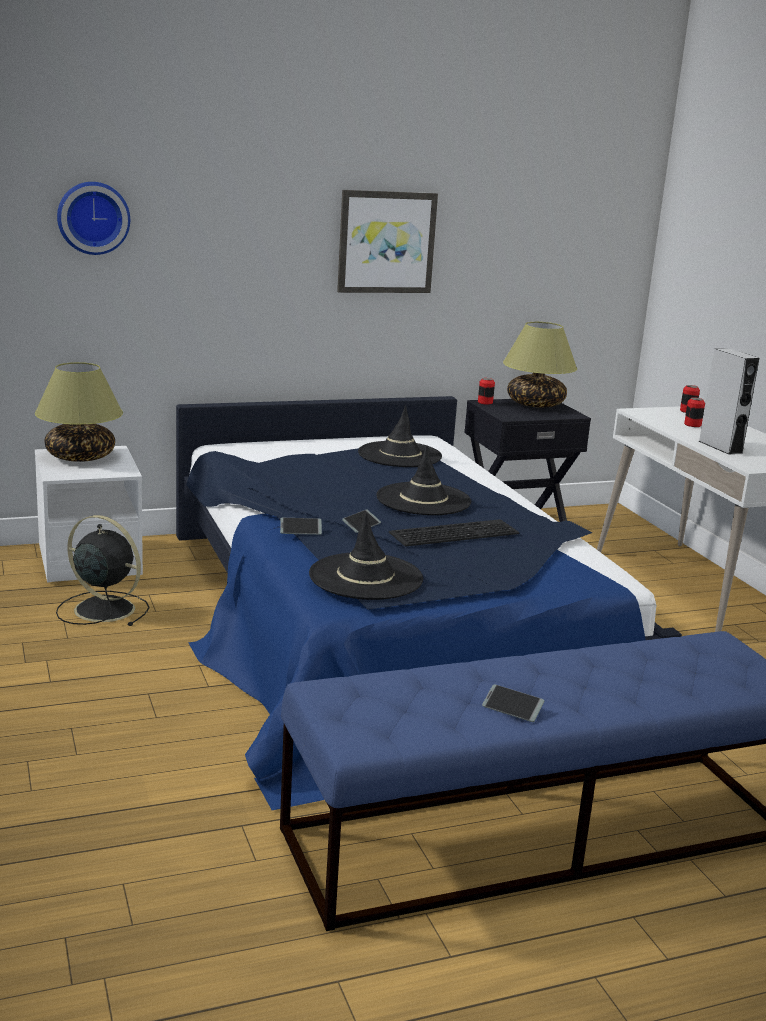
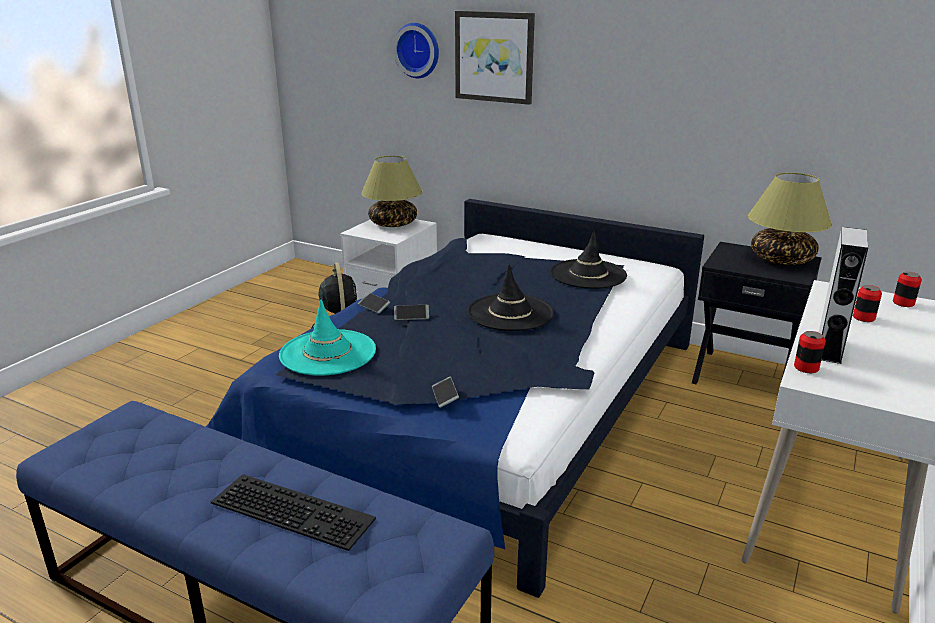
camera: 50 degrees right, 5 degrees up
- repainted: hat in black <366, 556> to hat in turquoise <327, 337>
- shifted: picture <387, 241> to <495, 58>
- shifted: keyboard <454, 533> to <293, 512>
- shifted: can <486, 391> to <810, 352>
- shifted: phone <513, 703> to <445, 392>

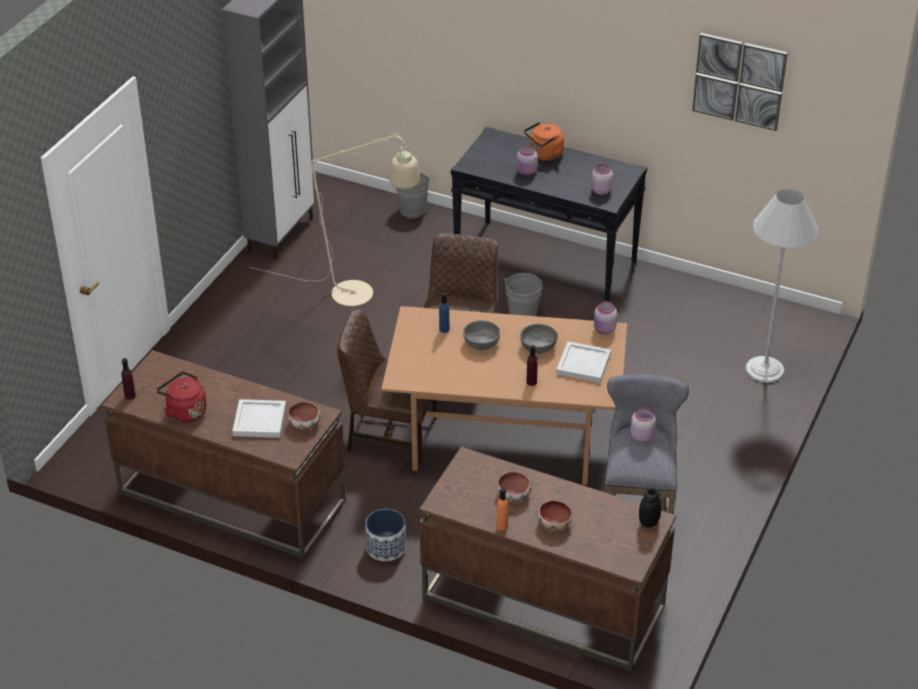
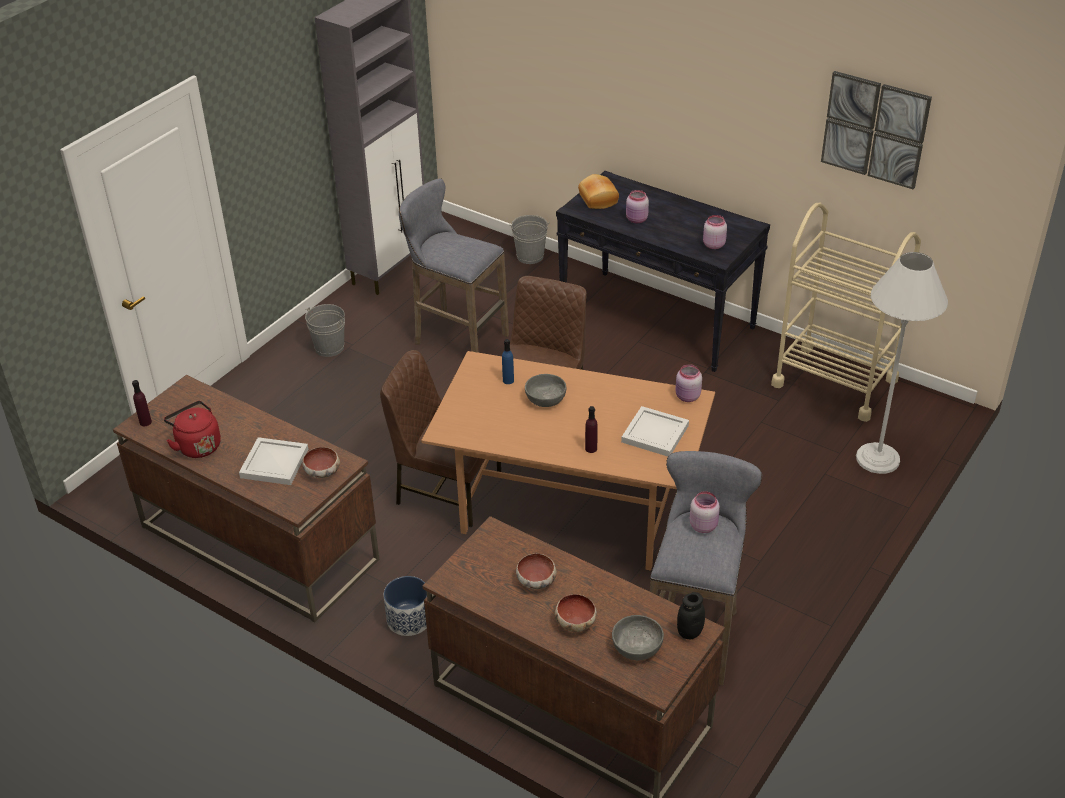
camera: 10 degrees right, 0 degrees up
- swapped: floor lamp in beige <335, 219> to stool in grey <454, 265>
- gone: bottle in orange <502, 509>
- shifted: bucket in grey <523, 294> to <325, 330>
- shifted: bowl in grey <538, 339> to <638, 637>
- gone: kettle in orange <544, 141>
- new: bread <598, 191>
- new: cart in beige <846, 312>

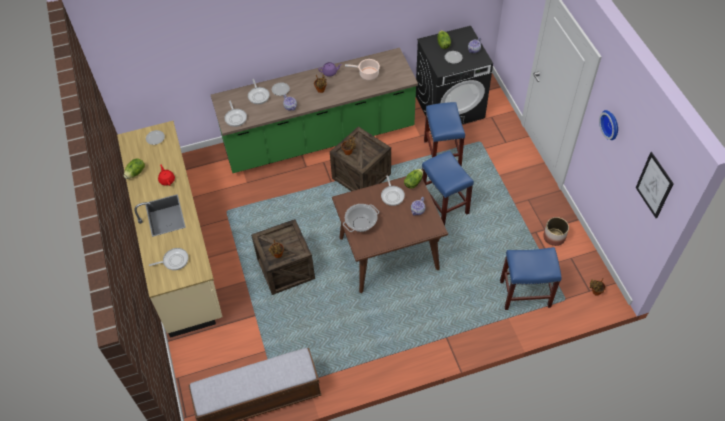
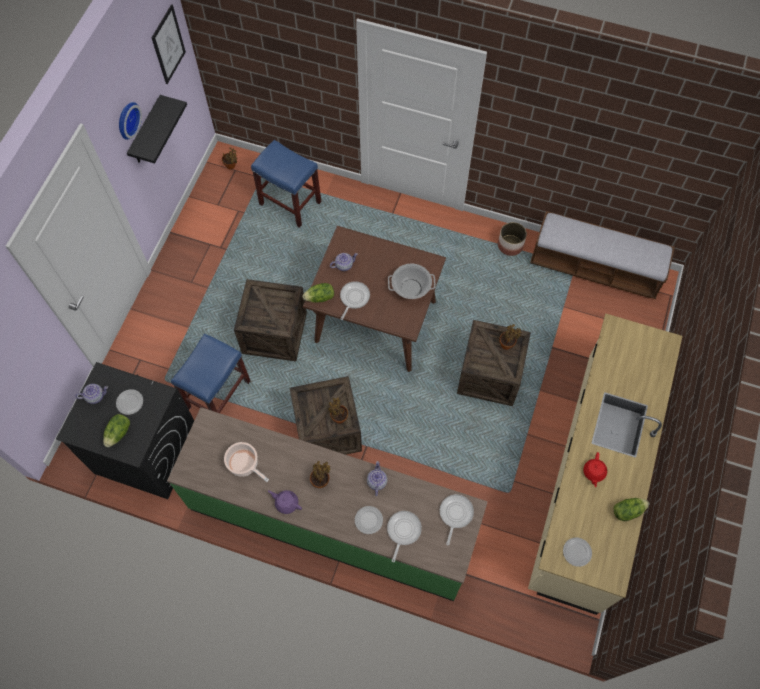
camera: 145 degrees left, 10 degrees up
- gone: frying pan <168, 259>
- swapped: stool in blue <448, 188> to crate <270, 320>
- shifted: planter <556, 231> to <512, 239>
- new: shelf in black <157, 129>

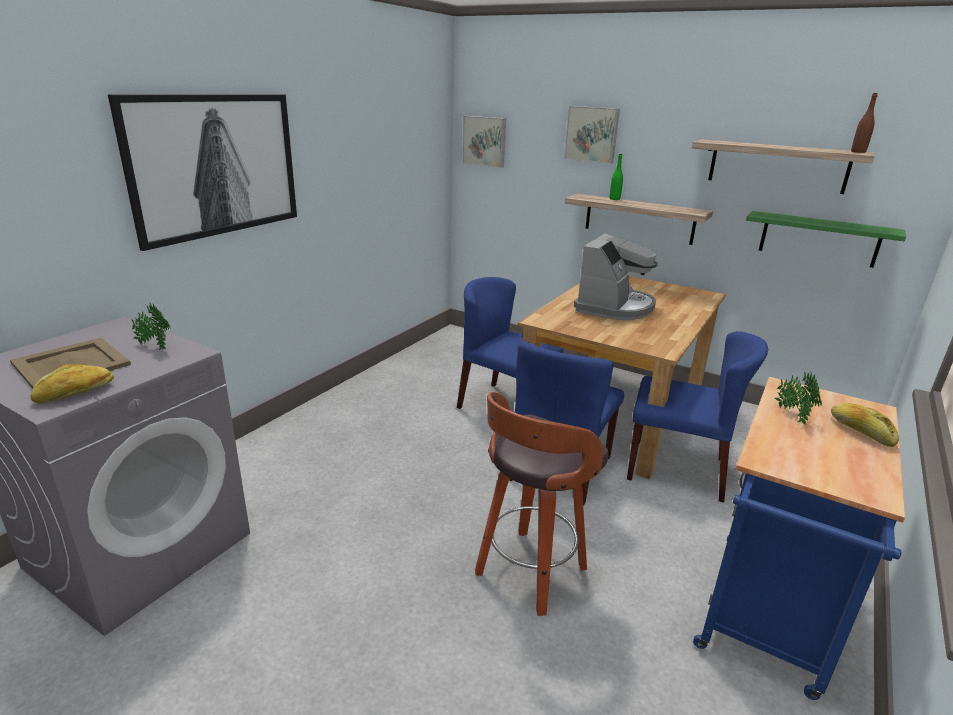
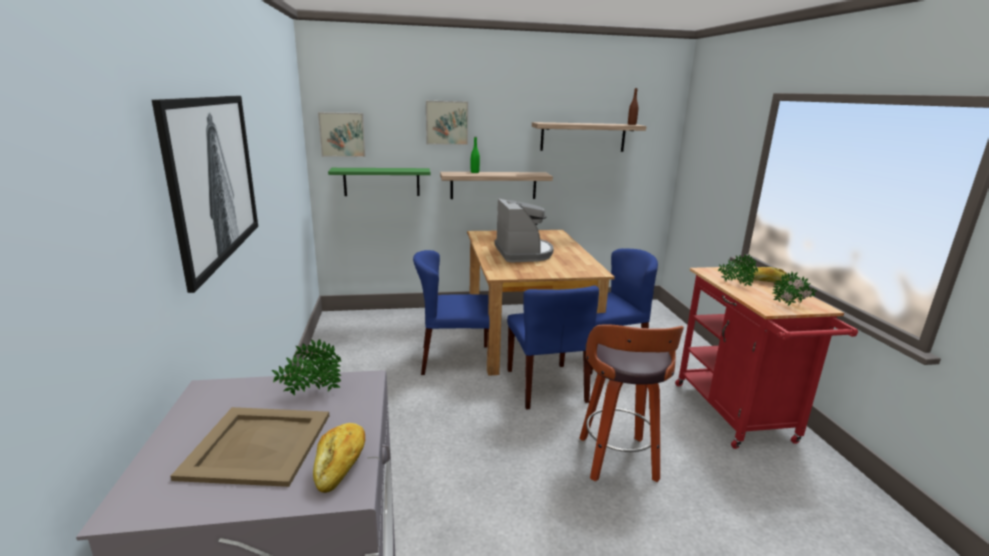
camera: 40 degrees left, 5 degrees down
- repainted: cart in blue <799, 538> to cart in red <766, 357>
- shifted: shelf in green <826, 239> to <379, 182>
- new: potted plant <794, 289>

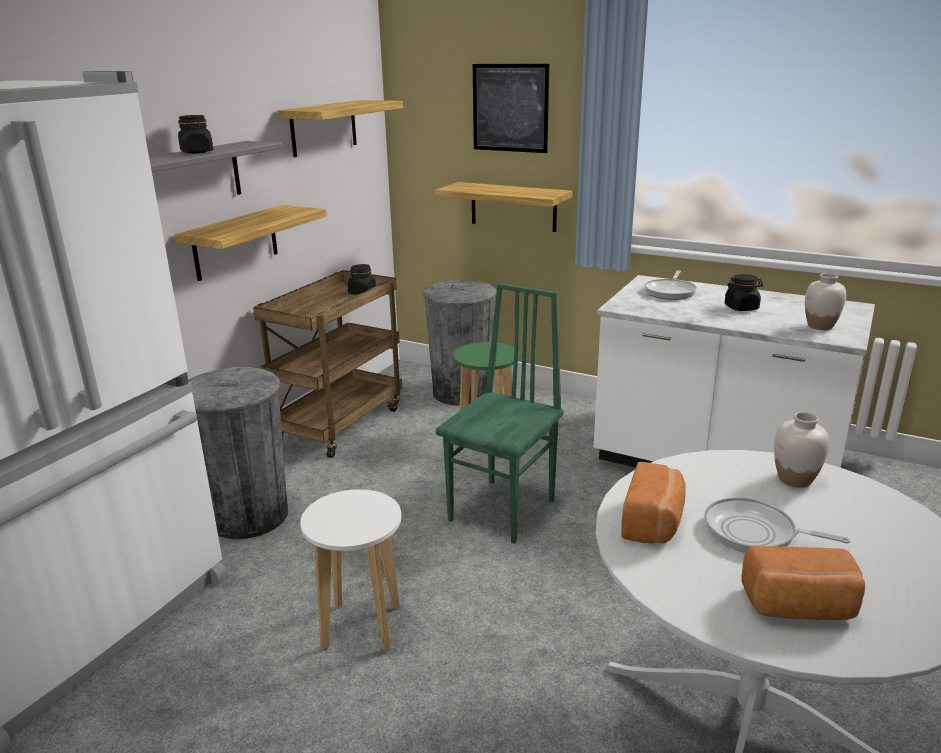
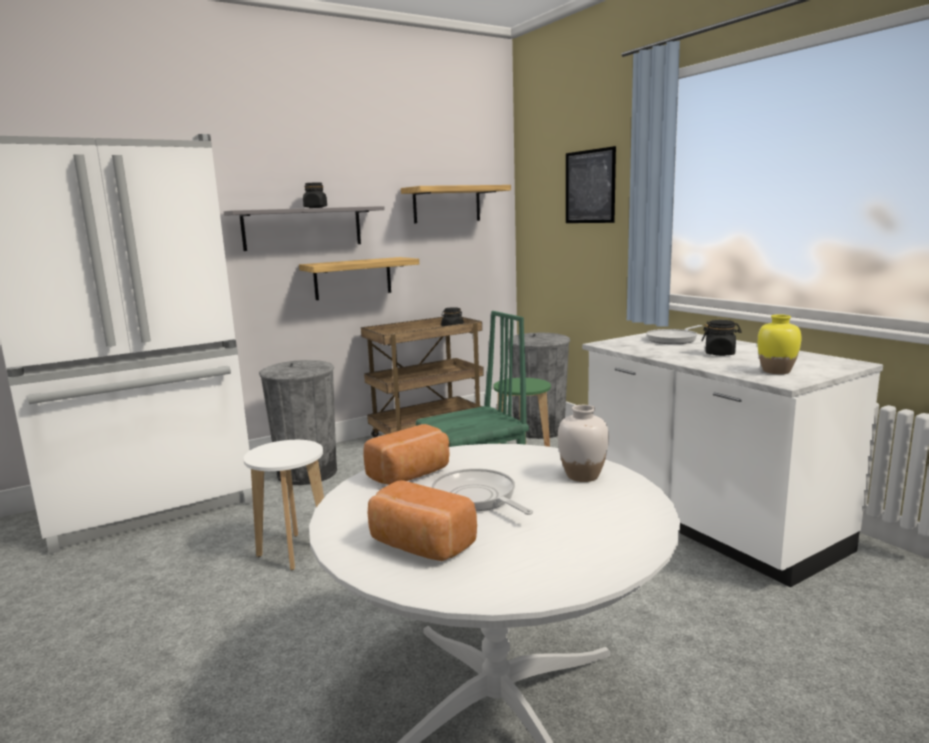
camera: 30 degrees right, 10 degrees down
- gone: shelf <503, 207>
- repainted: vase in white <825, 301> to vase in yellow <779, 344>

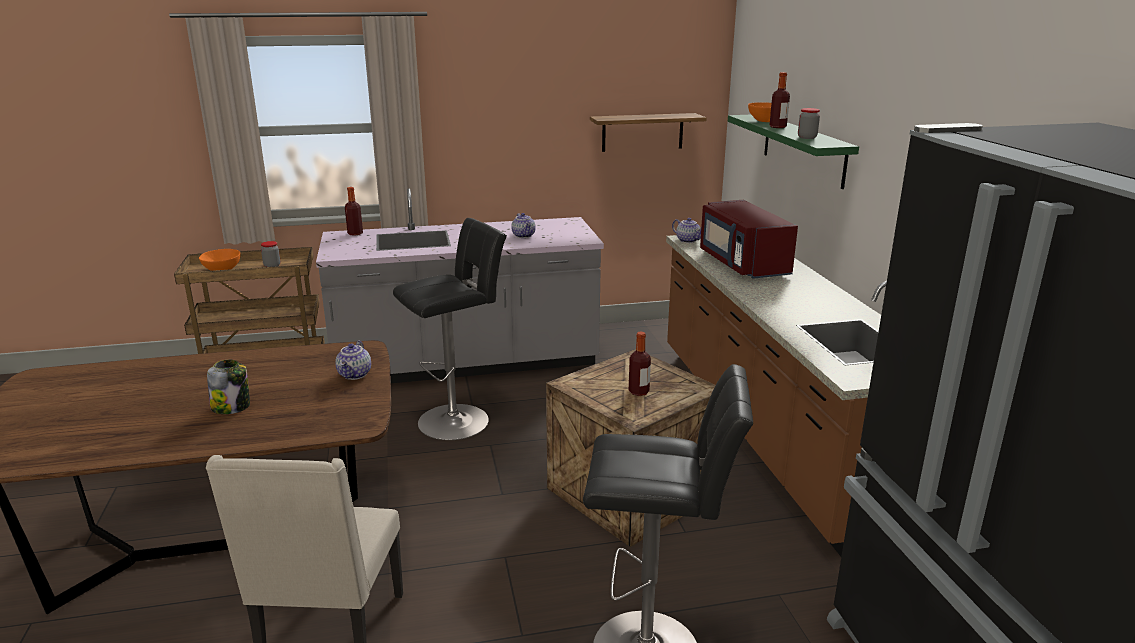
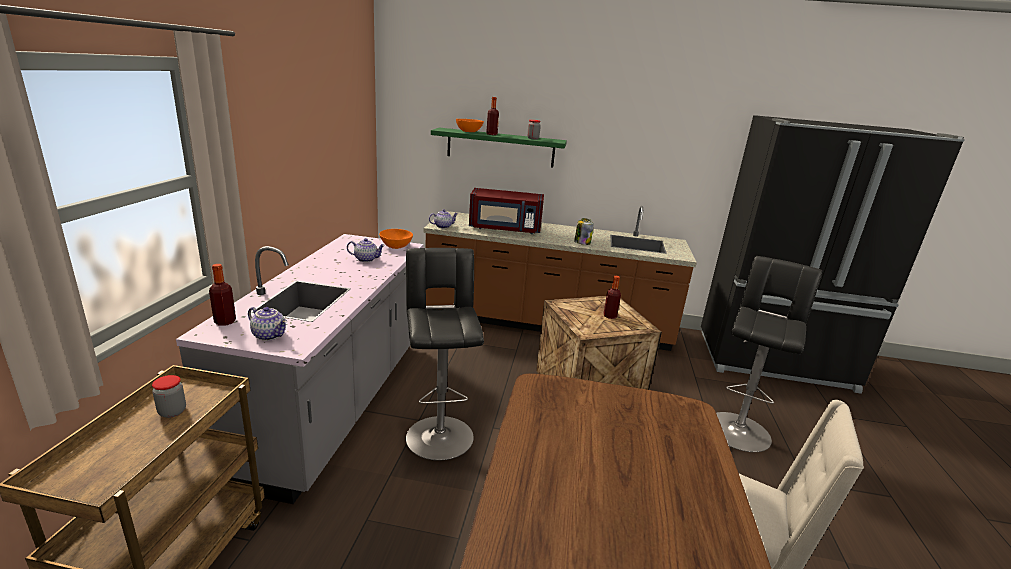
camera: 70 degrees left, 0 degrees up
- shifted: bowl in orange <220, 260> to <396, 239>
- shifted: jar <228, 387> to <584, 231>
- shifted: teapot <353, 360> to <267, 324>
- gone: shelf <648, 132>

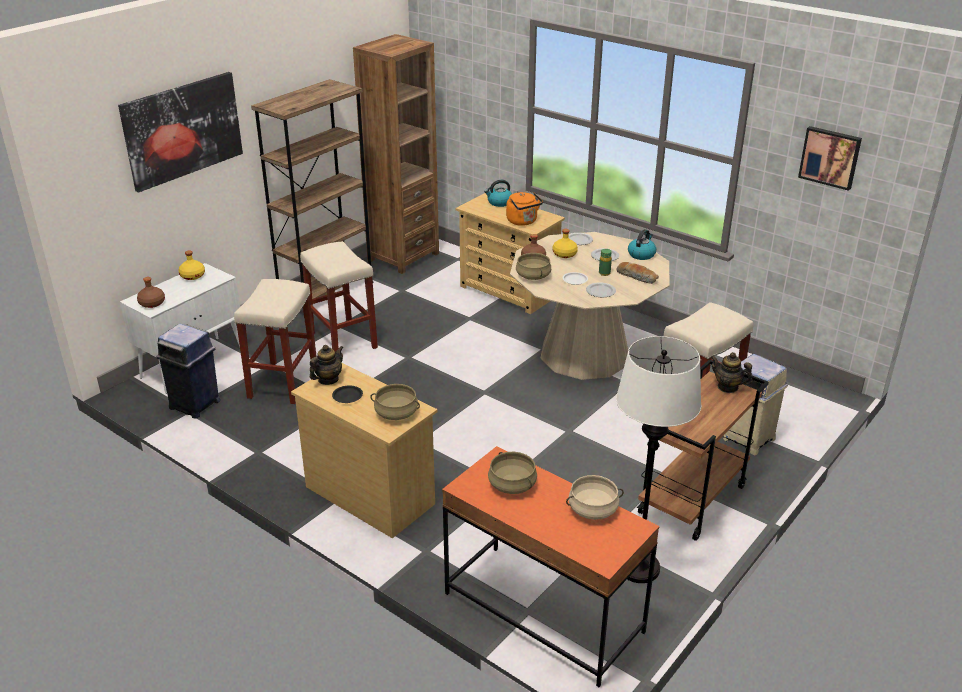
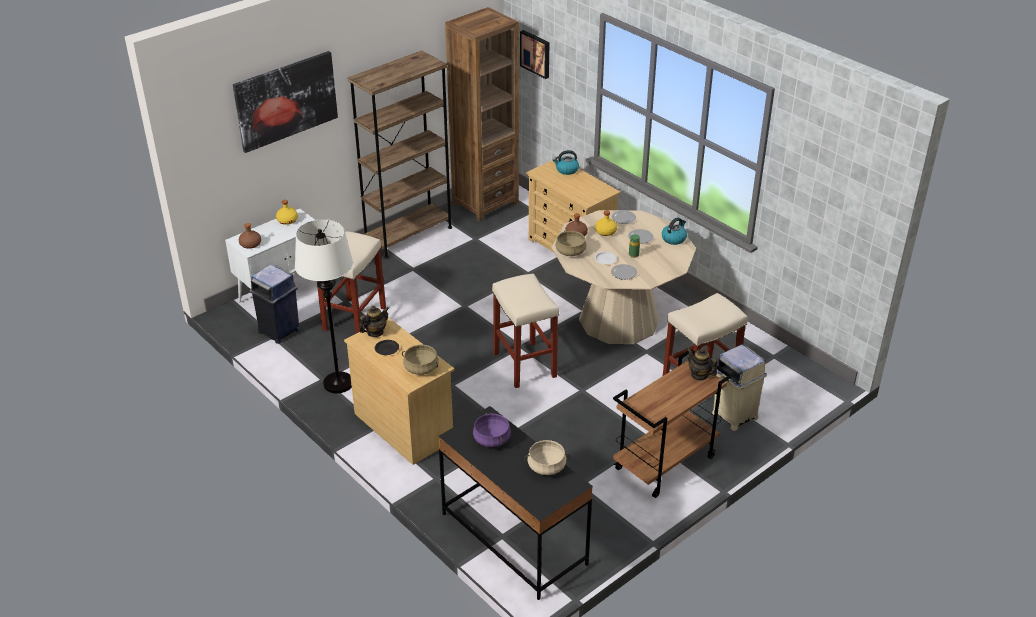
camera: 10 degrees right, 5 degrees up
- shifted: stool in beige <339, 296> to <525, 331>
- repainted: desk in orange <551, 566> to desk in black <515, 503>
- repainted: cooking pot in beige <512, 473> to cooking pot in purple <492, 430>
- gone: kettle in orange <524, 209>
- shifted: floor lamp in white <659, 459> to <324, 306>
- gone: bread <638, 273>
- shifted: picture <830, 158> to <535, 54>

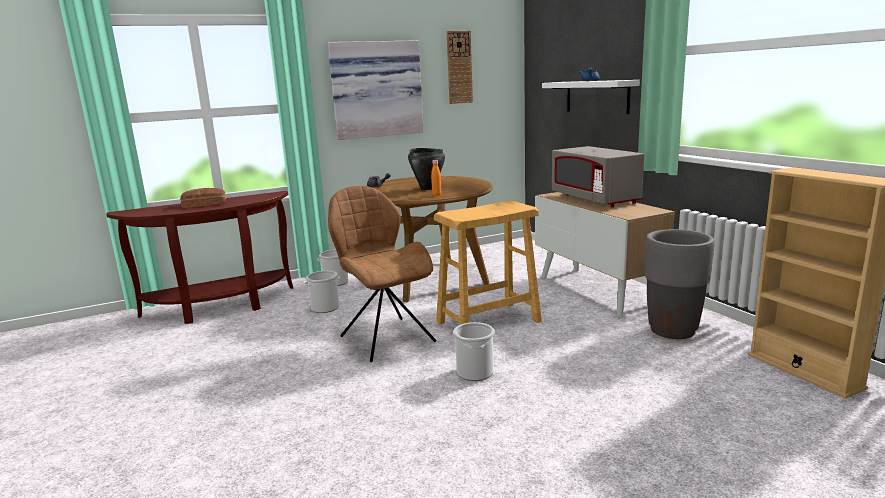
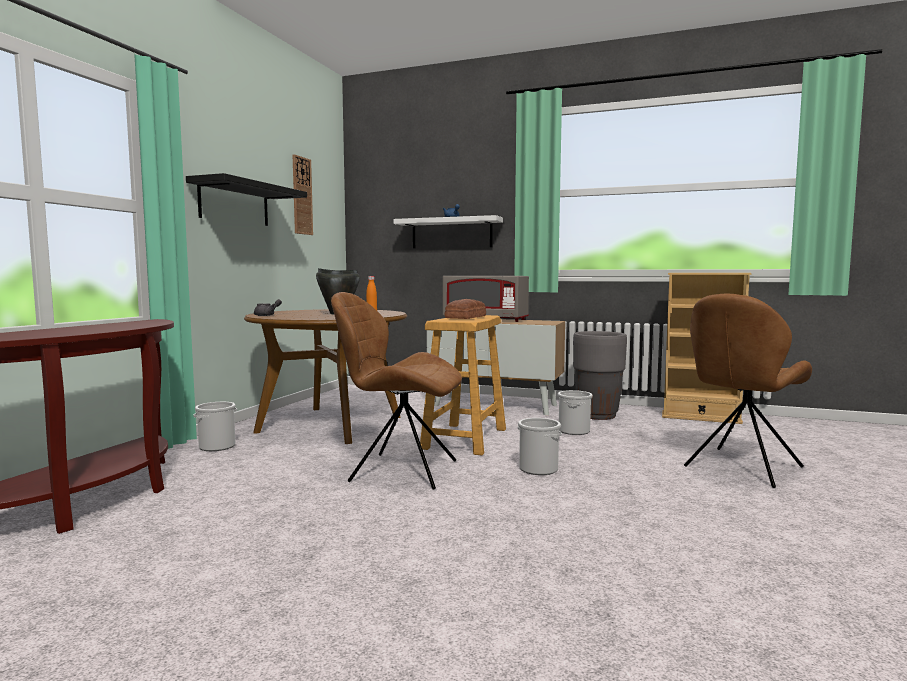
camera: 45 degrees left, 10 degrees down
- shifted: bread <203, 198> to <465, 309>
- shifted: bucket <322, 292> to <575, 412>
- swapped: picture <376, 90> to shelf in black <246, 199>
- new: chair in brown <748, 391>

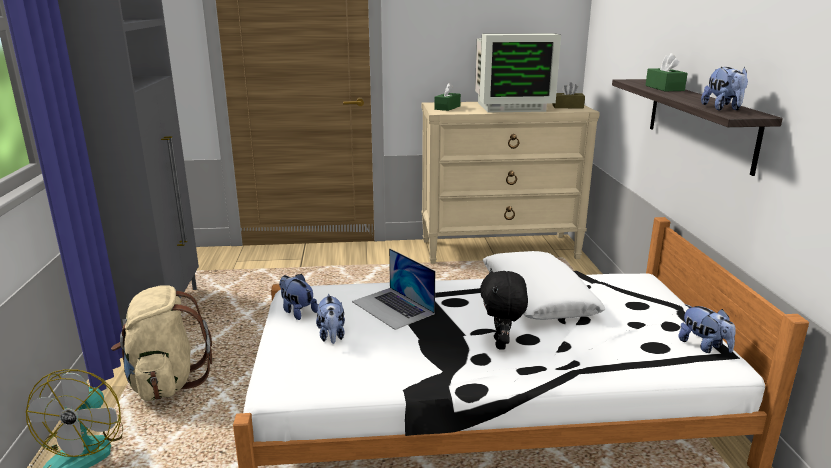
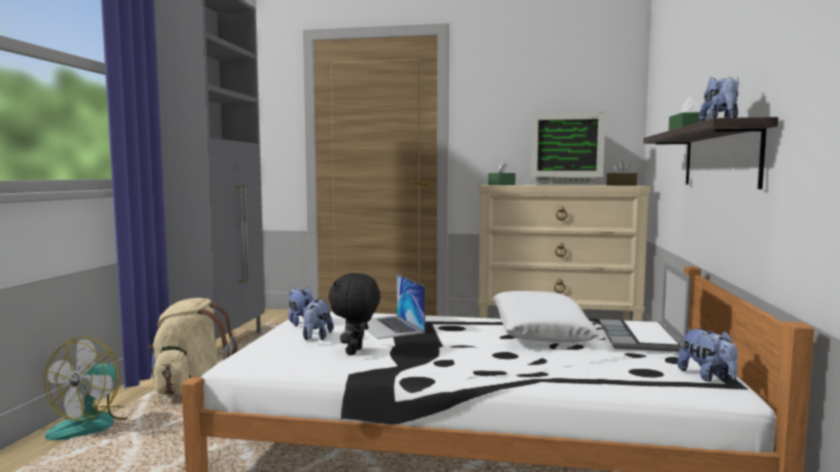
camera: 15 degrees right, 15 degrees down
- shifted: plush toy in black <504, 309> to <354, 314>
- new: laptop <645, 307>

